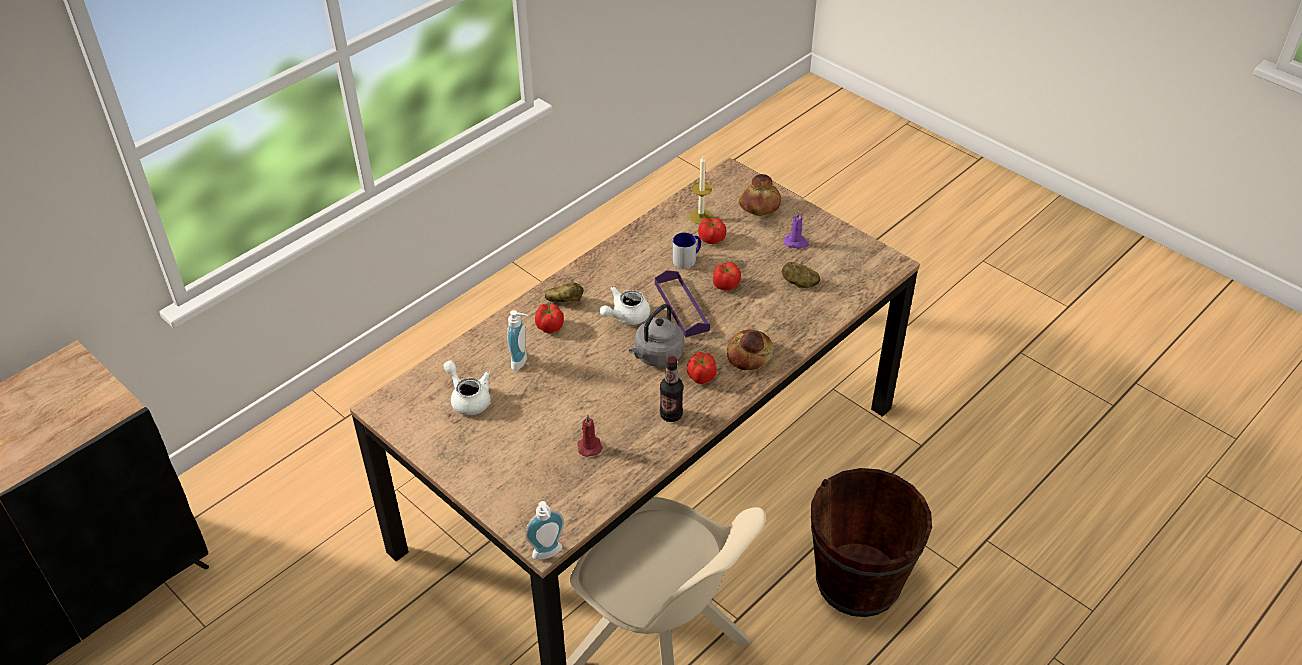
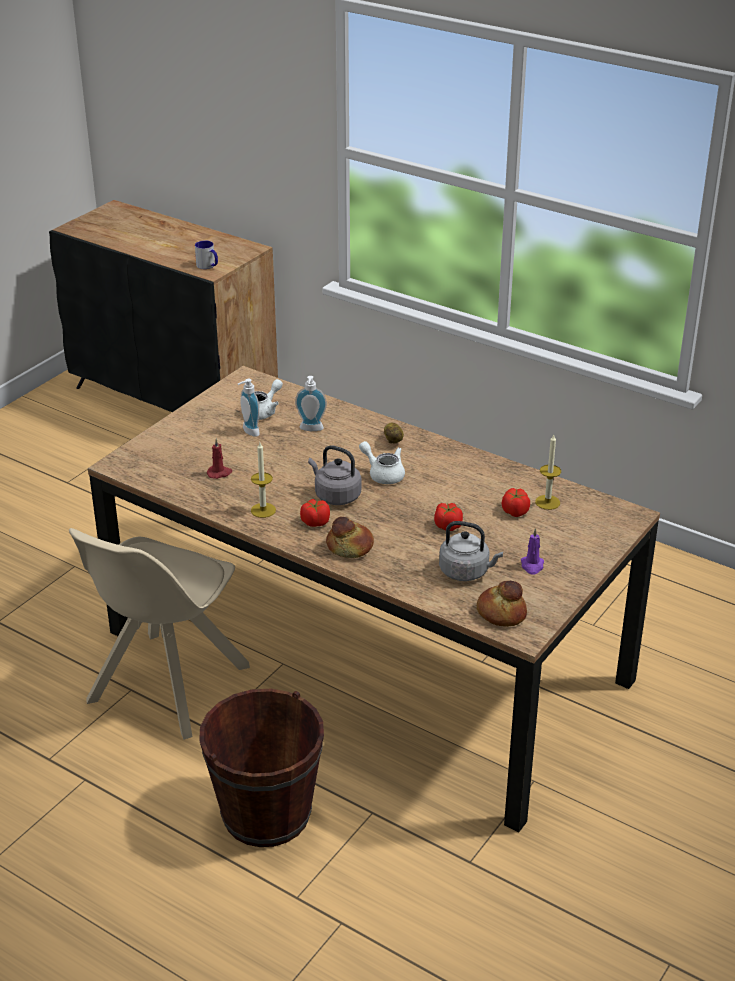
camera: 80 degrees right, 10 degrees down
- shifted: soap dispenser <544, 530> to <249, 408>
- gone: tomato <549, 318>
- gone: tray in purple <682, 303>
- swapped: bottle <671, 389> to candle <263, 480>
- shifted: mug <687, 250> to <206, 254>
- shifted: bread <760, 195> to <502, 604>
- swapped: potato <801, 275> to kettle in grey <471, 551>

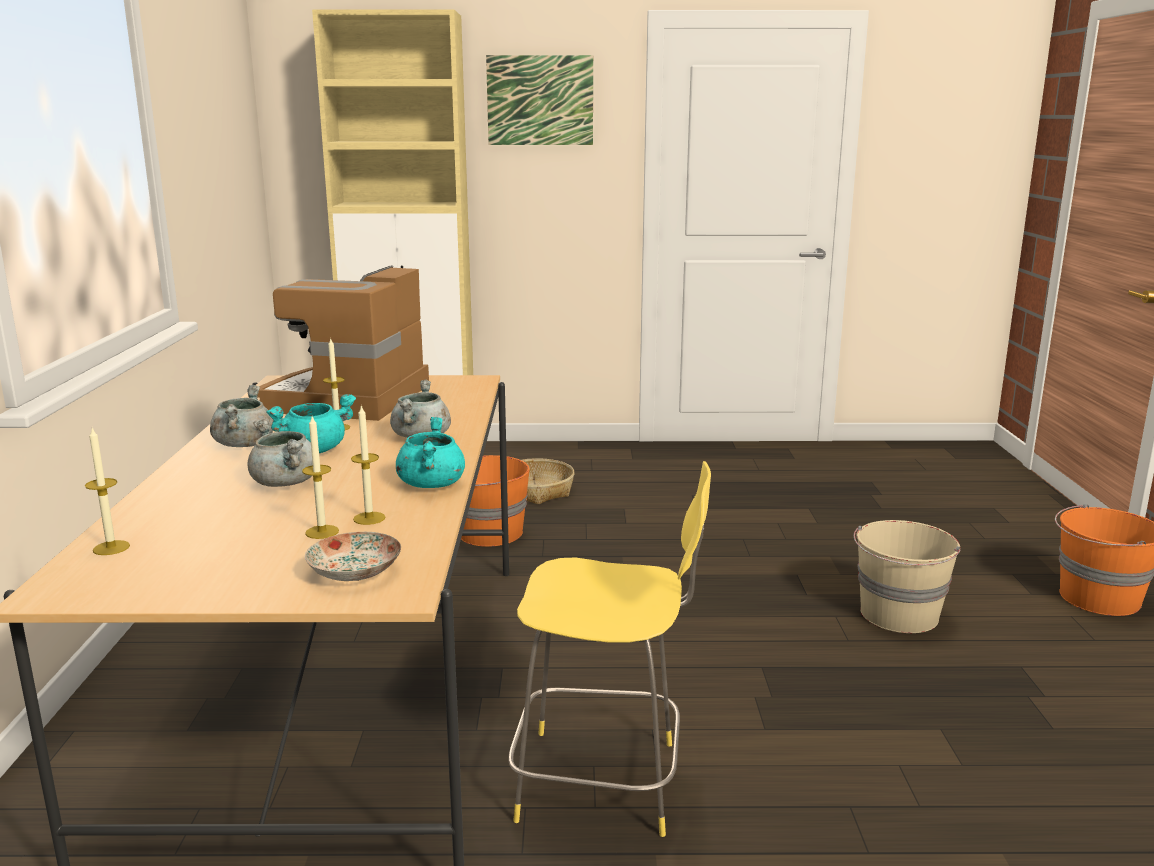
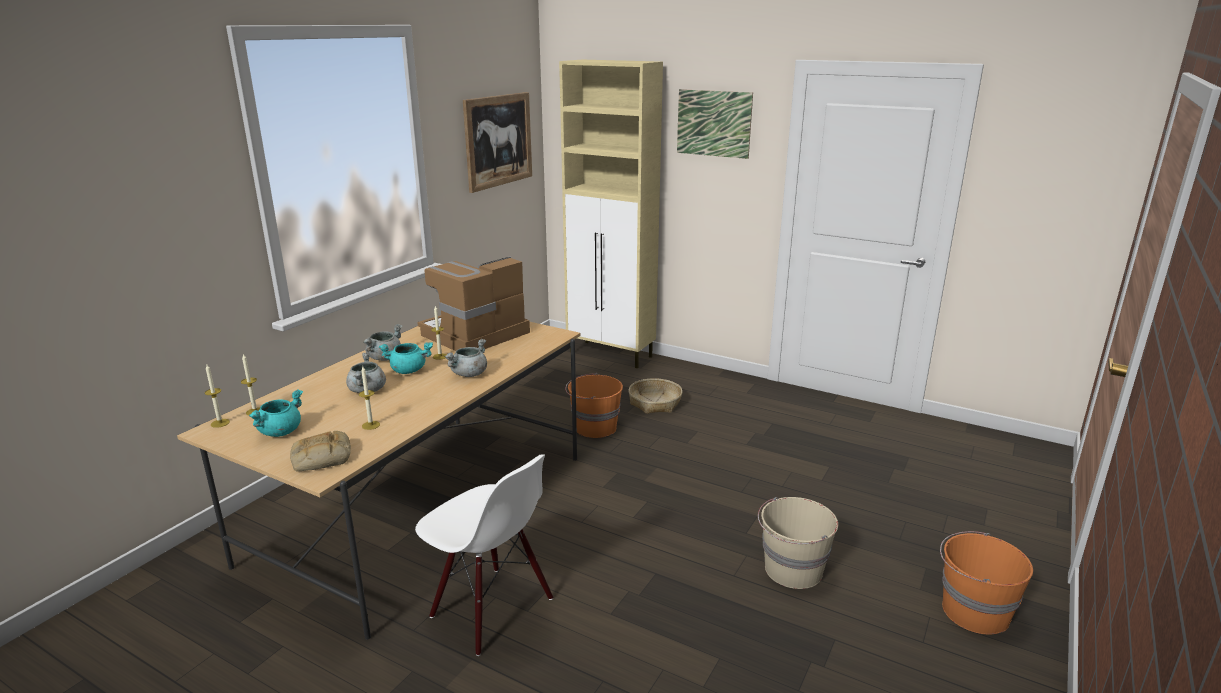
camera: 30 degrees right, 5 degrees up
- shifted: candle <320, 477> to <217, 396>
- swapped: plate <353, 556> to bread <320, 451>
- shifted: cooking pot in turquoise <430, 452> to <276, 413>
- swapped: stool in yellow <609, 649> to chair in white <484, 555>
- new: picture <497, 142>

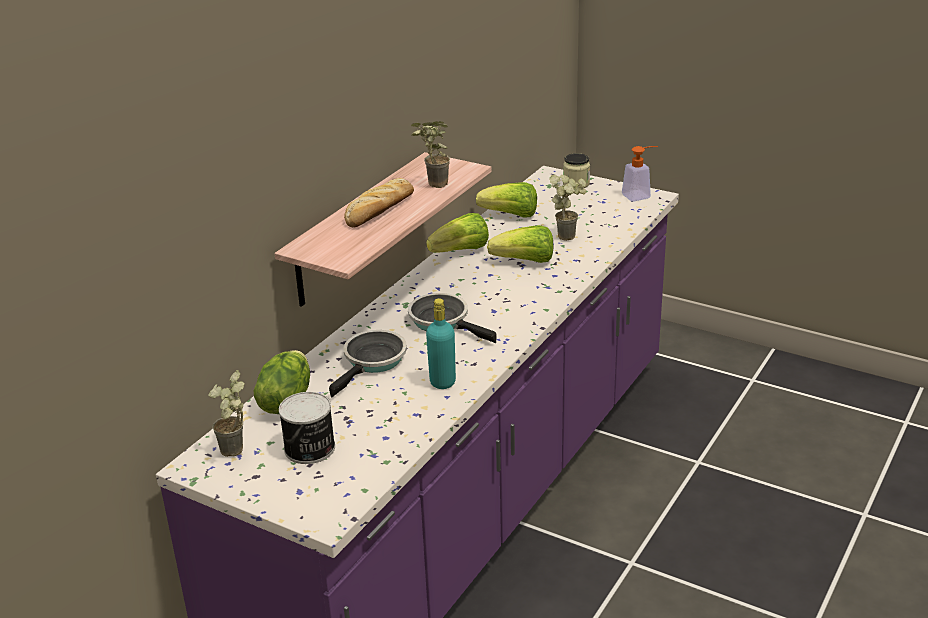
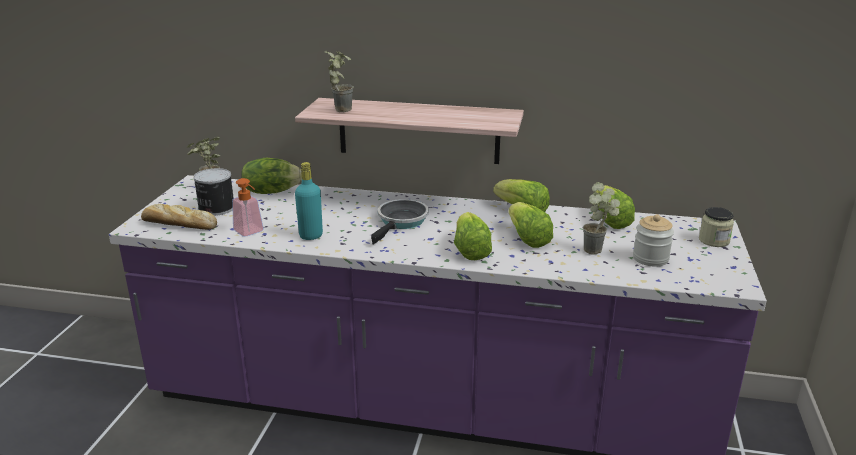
camera: 70 degrees right, 5 degrees down
- gone: frying pan <368, 363>
- shifted: bread <379, 202> to <179, 217>
- shifted: potted plant <430, 154> to <338, 81>
- shifted: soap dispenser <640, 174> to <248, 207>
- new: lettuce <473, 236>
- new: jar <653, 240>

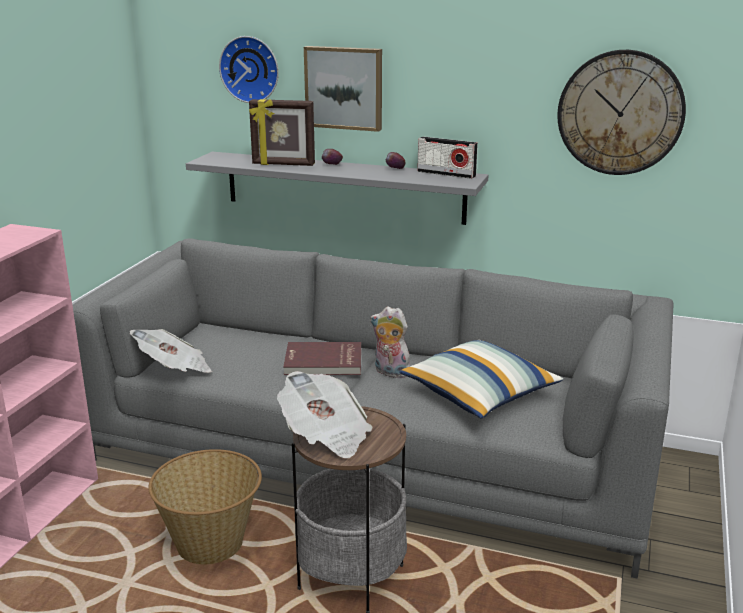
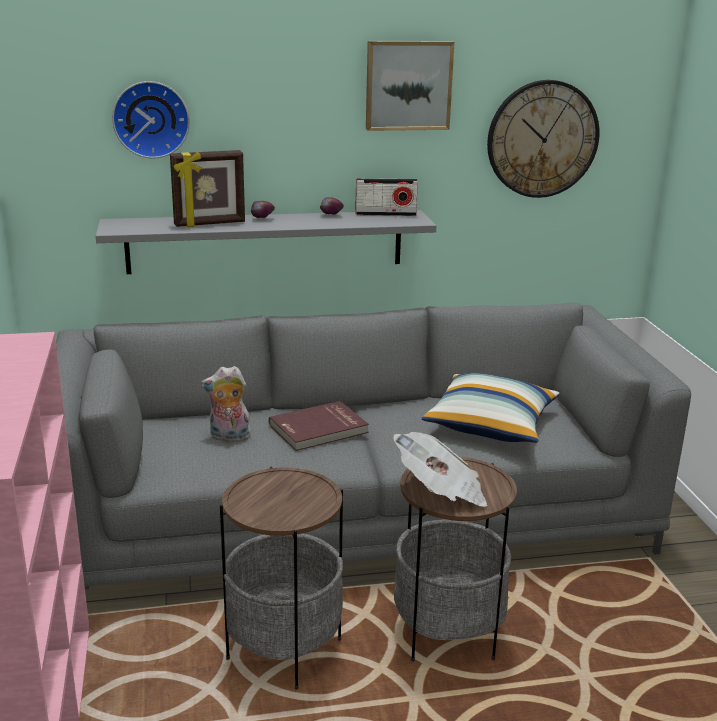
camera: 30 degrees left, 0 degrees up
- gone: newspaper <171, 351>
- swapped: basket <205, 506> to side table <281, 578>
- shifted: picture <343, 89> to <410, 86>
- shifted: plush toy <390, 342> to <226, 404>

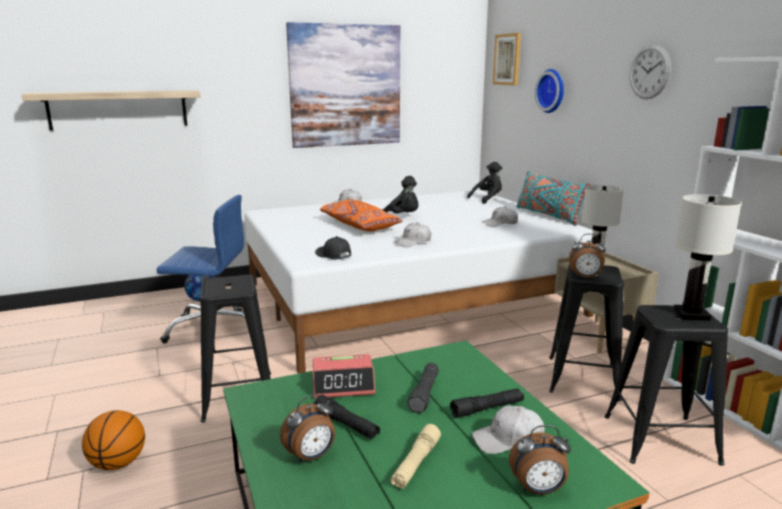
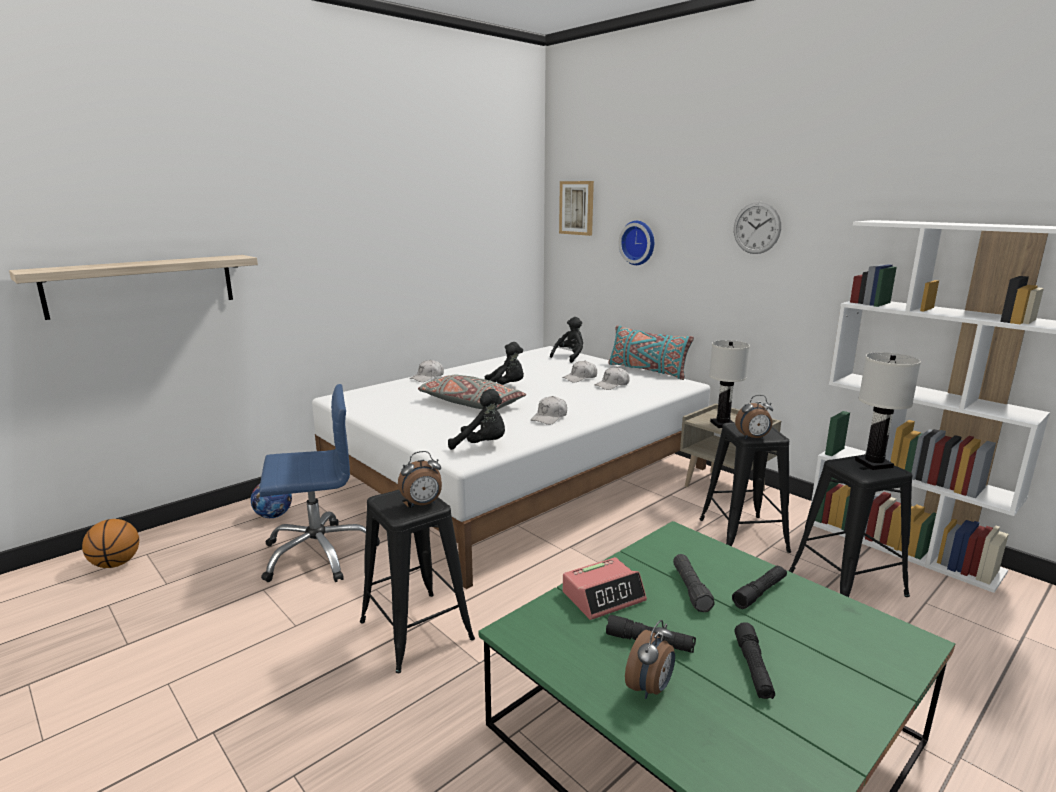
camera: 20 degrees left, 0 degrees up
- shifted: basketball <113, 440> to <110, 543>
- gone: picture <343, 85>
- swapped: cap in black <333, 247> to plush toy in black <476, 419>
- repainted: pillow in orange <361, 216> to pillow in grey <472, 392>
- repainted: flashlight in beige <416, 456> to flashlight in black <755, 660>
- shifted: cap in white <508, 429> to <579, 371>
- shifted: alarm clock <540, 460> to <420, 479>

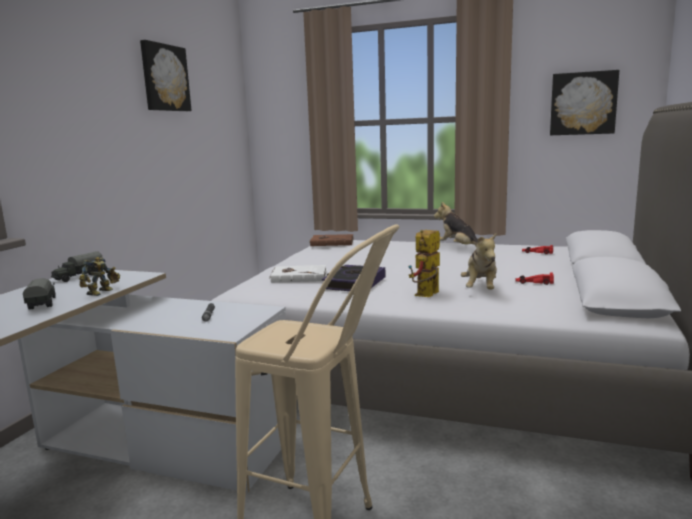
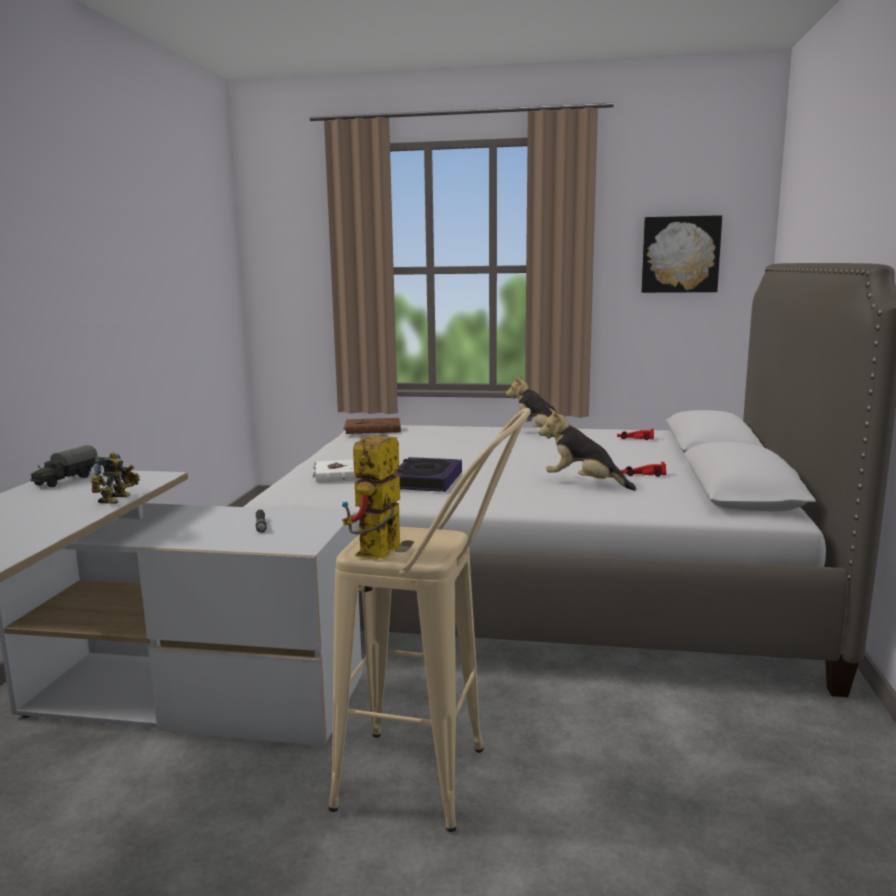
camera: 10 degrees left, 0 degrees up
- gone: toy truck <39, 294>
- gone: picture <166, 75>
- shifted: toy robot <424, 263> to <371, 497>
- rotated: plush toy <479, 261> = <587, 449> 120 degrees clockwise

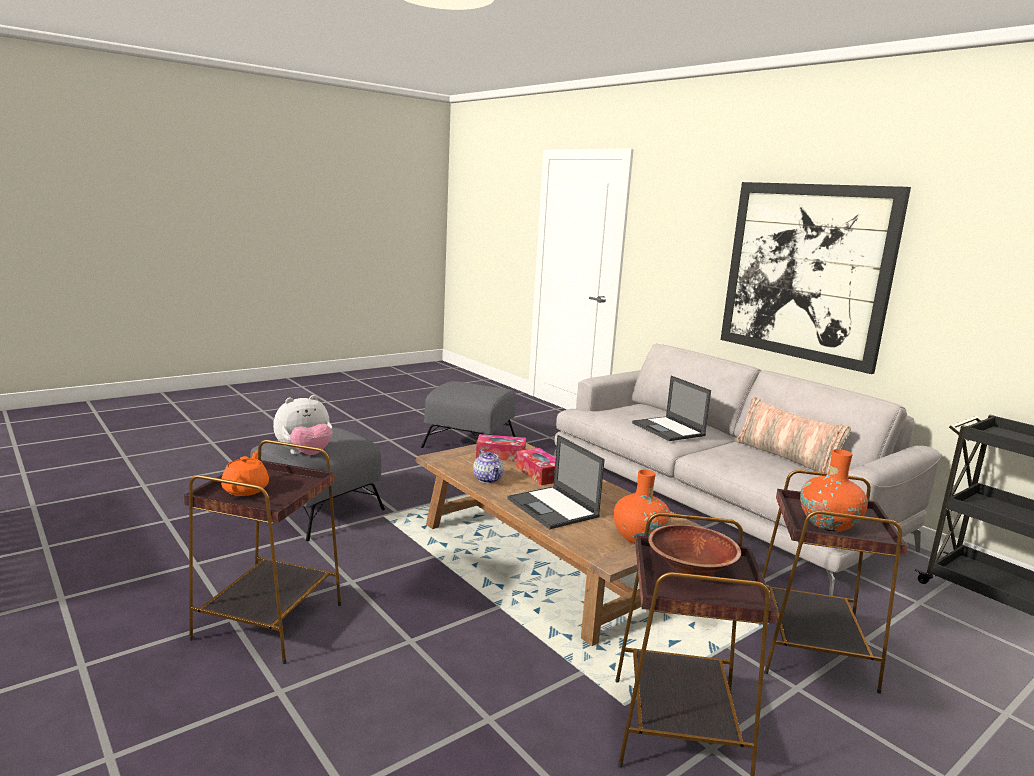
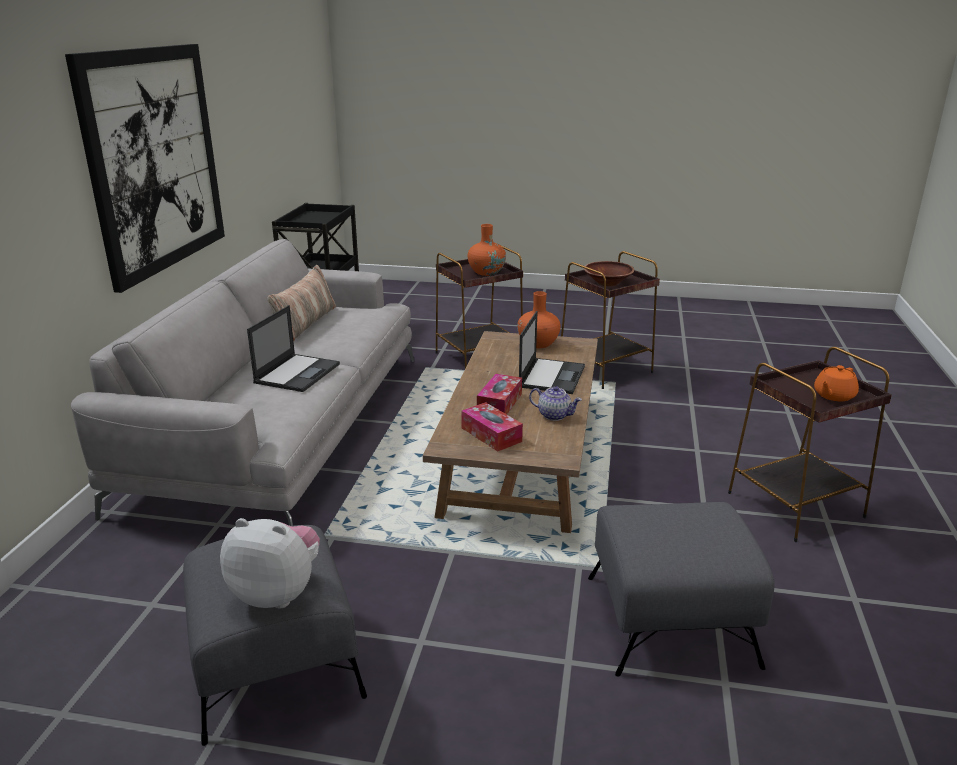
camera: 130 degrees left, 10 degrees up
- shifted: plush toy <302, 425> to <270, 563>
- rotated: teapot <488, 466> = <555, 403> 90 degrees clockwise

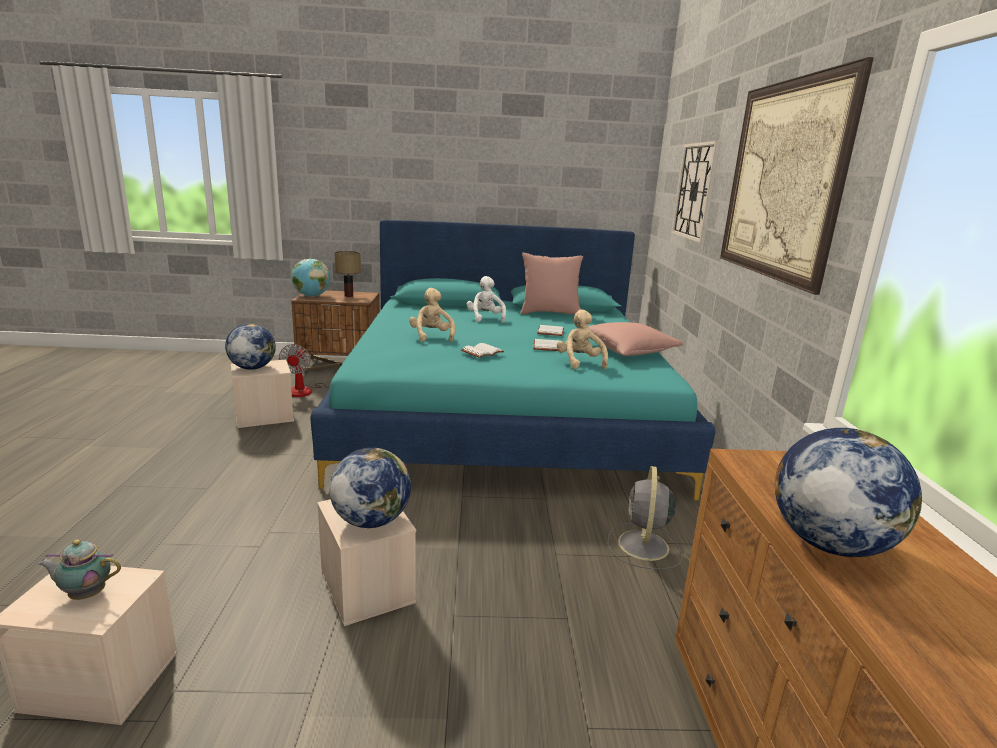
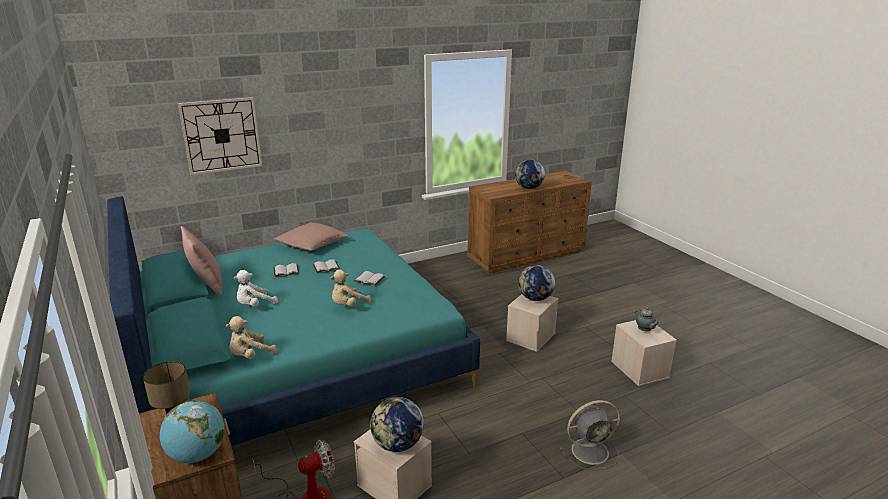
camera: 115 degrees left, 5 degrees up
- shifted: plush toy in beige <582, 339> to <251, 337>
- shifted: fan in grey <644, 517> to <590, 435>
- gone: picture <797, 176>

